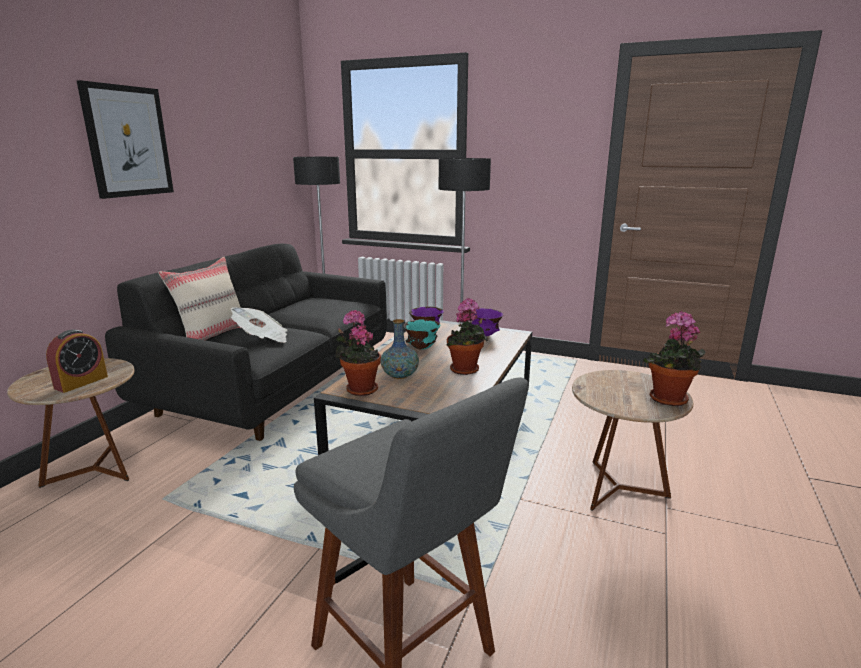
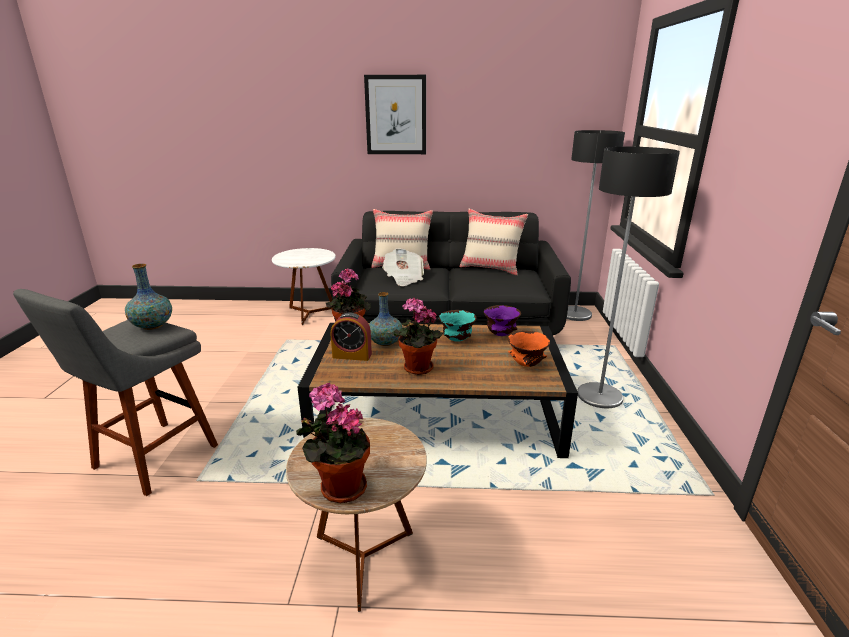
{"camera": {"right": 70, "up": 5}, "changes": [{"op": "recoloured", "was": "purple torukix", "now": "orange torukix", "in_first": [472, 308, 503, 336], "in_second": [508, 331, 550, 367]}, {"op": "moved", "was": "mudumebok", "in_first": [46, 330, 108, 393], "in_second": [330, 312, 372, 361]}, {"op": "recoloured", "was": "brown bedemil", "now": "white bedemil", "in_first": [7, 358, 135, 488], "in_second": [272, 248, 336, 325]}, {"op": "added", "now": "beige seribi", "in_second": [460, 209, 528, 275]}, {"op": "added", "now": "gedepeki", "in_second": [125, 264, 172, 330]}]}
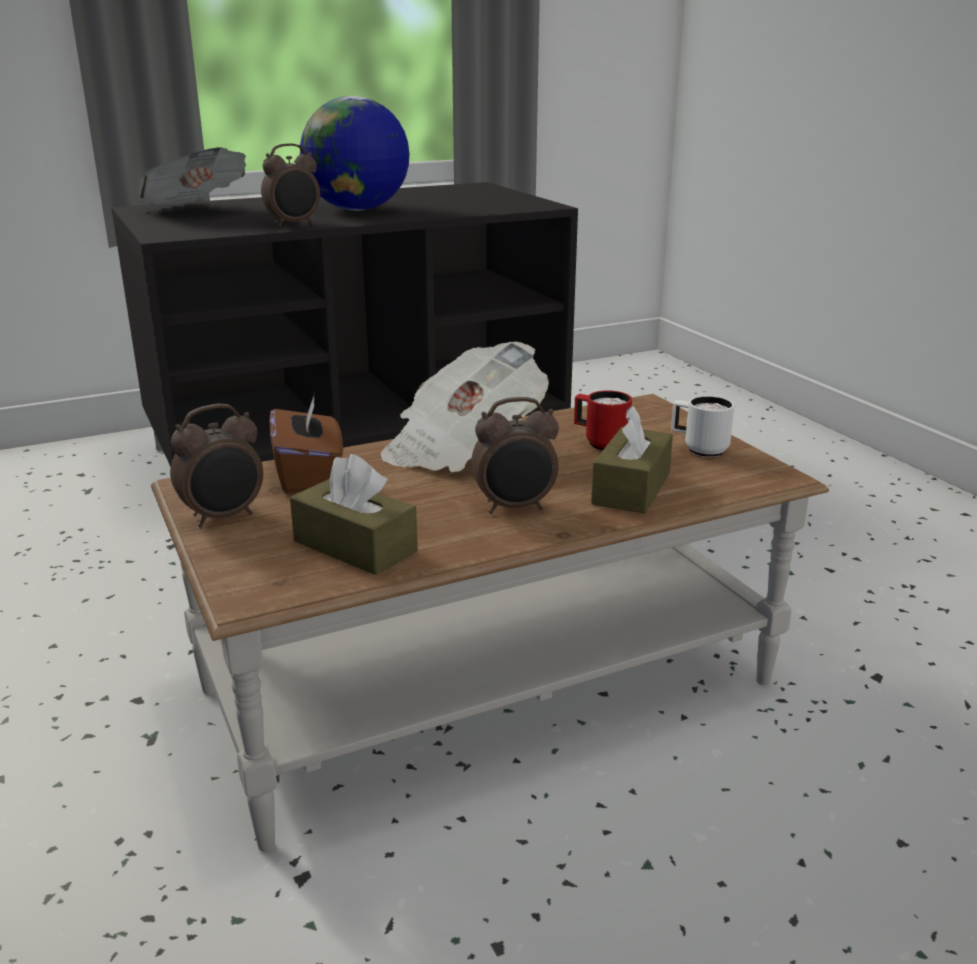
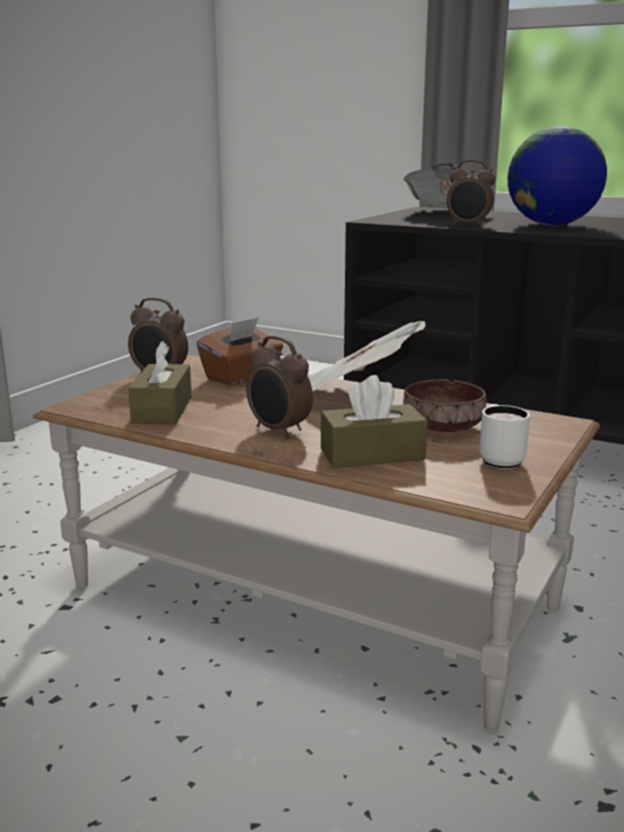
{"camera": {"right": 55, "up": -5}, "changes": [{"op": "replaced", "was": "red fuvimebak", "now": "brown torukix", "in_first": [574, 390, 632, 451], "in_second": [403, 379, 486, 432]}]}
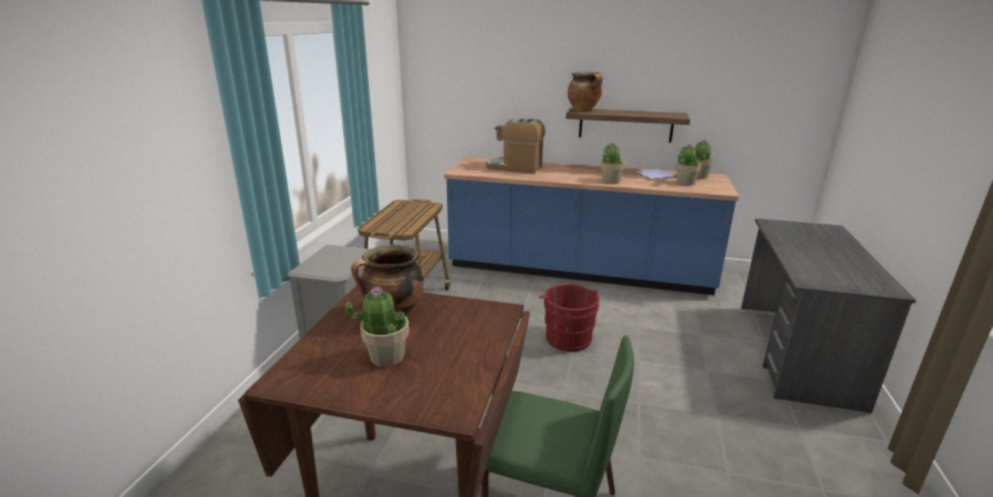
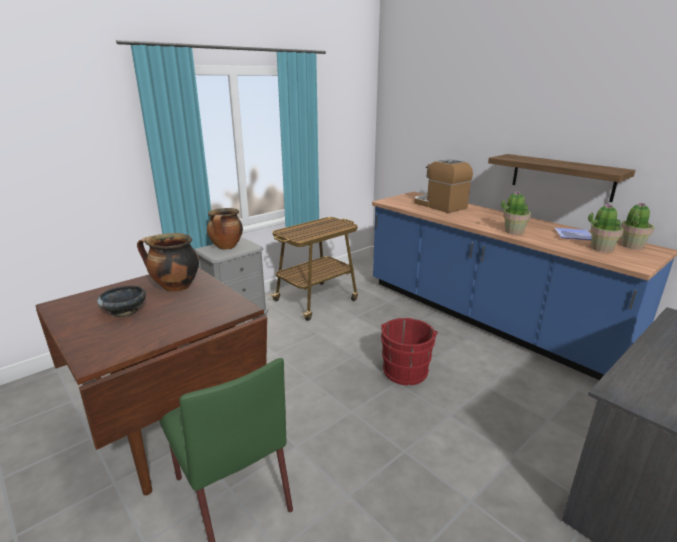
{"camera": {"right": 35, "up": 0}, "changes": [{"op": "moved", "was": "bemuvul", "in_first": [567, 72, 602, 112], "in_second": [207, 208, 243, 249]}, {"op": "replaced", "was": "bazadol", "now": "black torukix", "in_first": [345, 286, 409, 367], "in_second": [97, 286, 146, 317]}]}
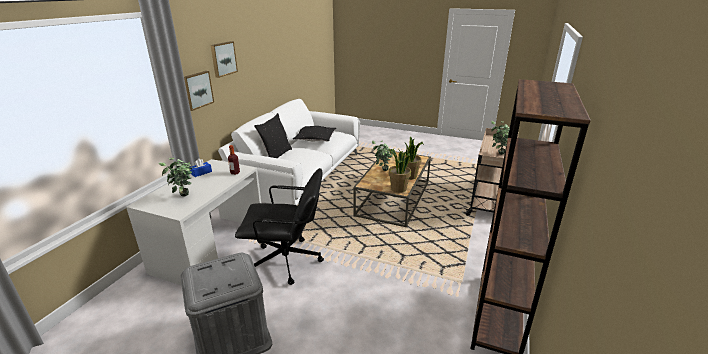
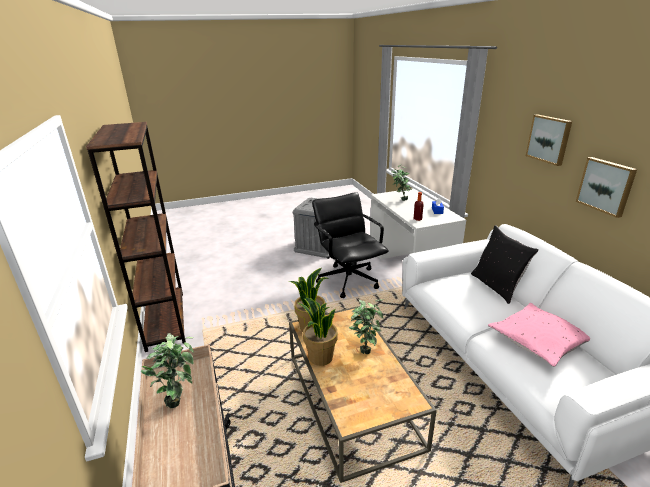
{"camera": {"right": 140, "up": 0}, "changes": [{"op": "moved", "was": "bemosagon", "in_first": [184, 71, 214, 111], "in_second": [576, 157, 637, 218]}, {"op": "recoloured", "was": "black seribi", "now": "pink seribi", "in_first": [293, 126, 336, 141], "in_second": [488, 303, 590, 367]}, {"op": "turned", "was": "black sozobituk", "in_first": [235, 168, 324, 285], "in_second": [312, 192, 389, 298], "clockwise": 105}]}
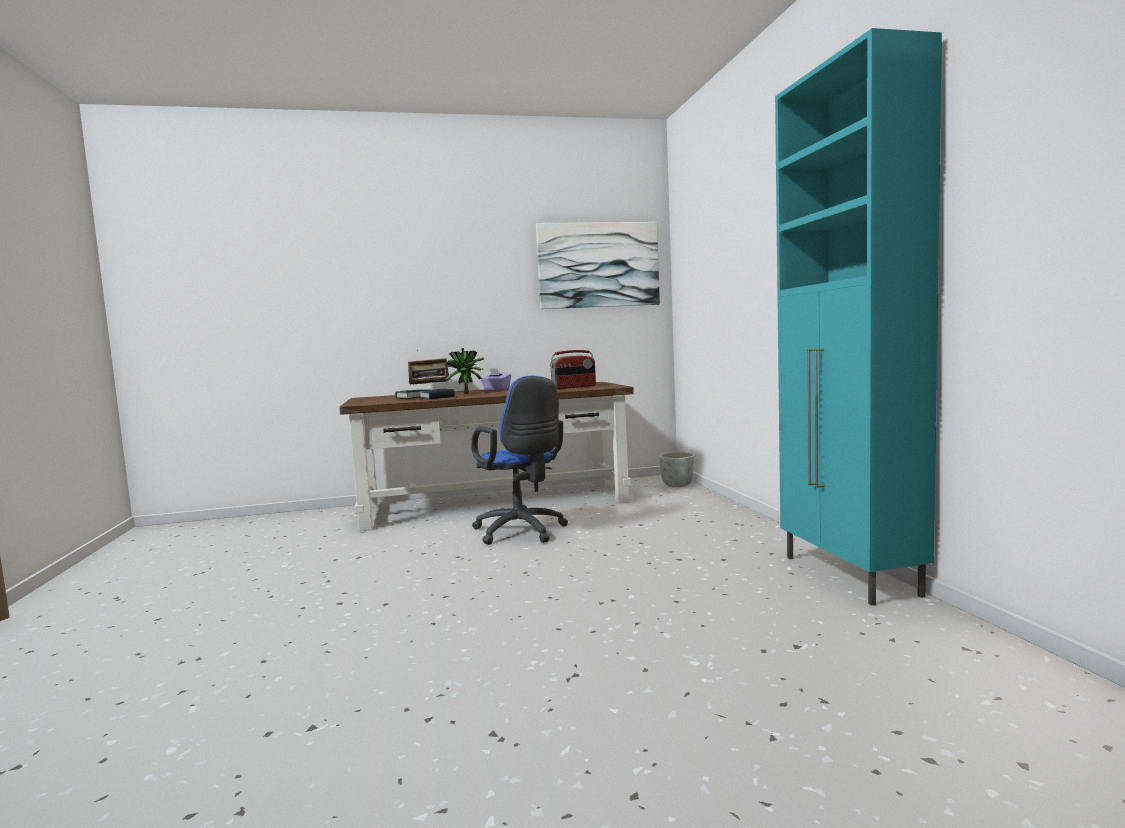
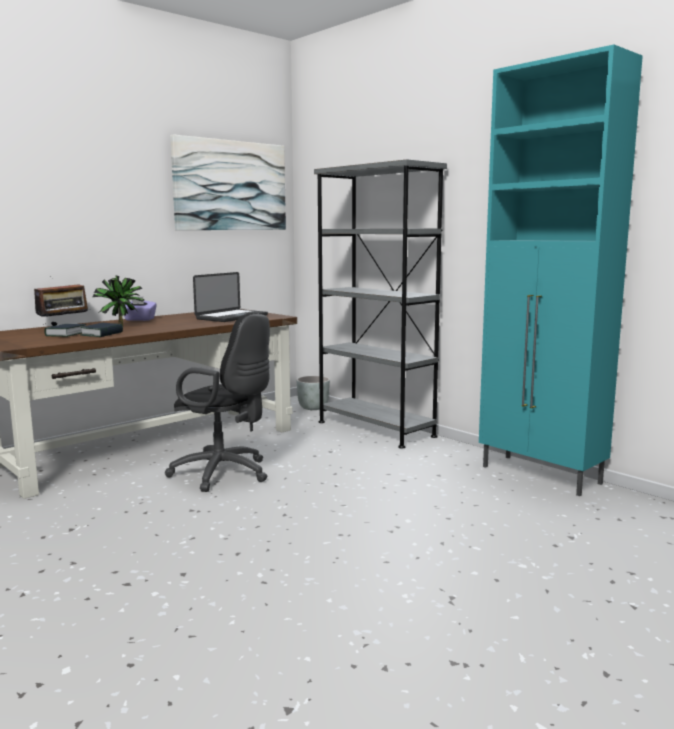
{"camera": {"right": -30, "up": 5}, "changes": [{"op": "replaced", "was": "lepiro", "now": "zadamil", "in_first": [550, 350, 596, 389], "in_second": [193, 272, 268, 322]}, {"op": "recoloured", "was": "blue sozobituk", "now": "black sozobituk", "in_first": [471, 376, 568, 544], "in_second": [165, 313, 270, 492]}, {"op": "added", "now": "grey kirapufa", "in_second": [314, 159, 447, 449]}]}
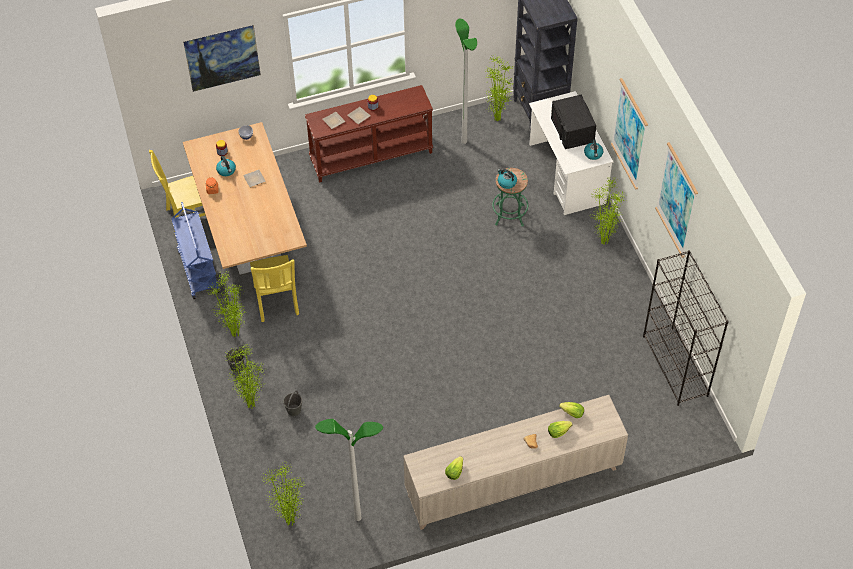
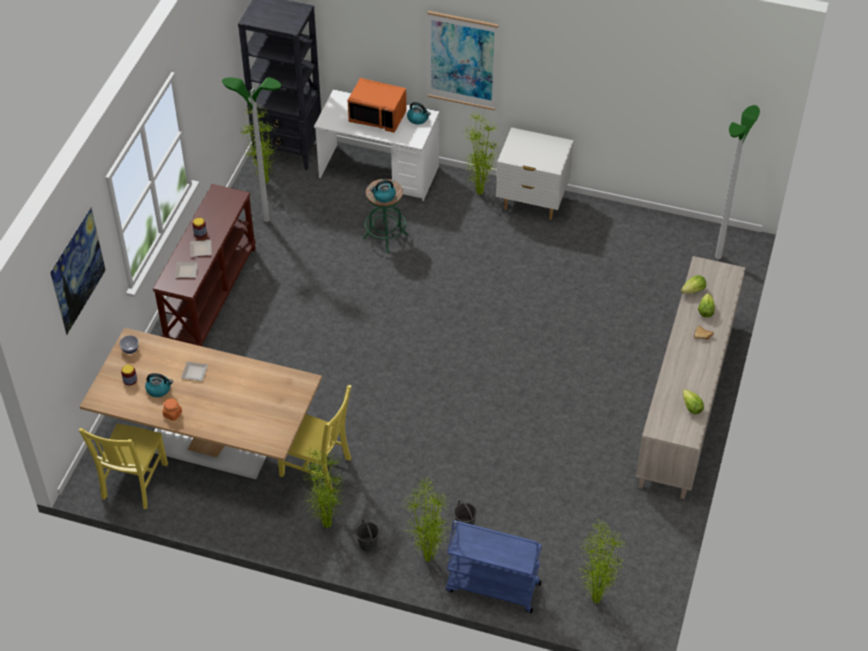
{"camera": {"right": -55, "up": -5}, "changes": [{"op": "recoloured", "was": "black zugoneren", "now": "orange zugoneren", "in_first": [551, 94, 596, 149], "in_second": [348, 78, 407, 133]}, {"op": "removed", "was": "bemosagon", "in_first": [655, 142, 698, 258]}, {"op": "moved", "was": "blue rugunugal", "in_first": [171, 202, 220, 299], "in_second": [446, 521, 542, 613]}, {"op": "removed", "was": "black kirapufa", "in_first": [643, 250, 729, 406]}, {"op": "moved", "was": "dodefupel", "in_first": [315, 419, 383, 521], "in_second": [715, 105, 760, 259]}, {"op": "added", "now": "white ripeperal", "in_second": [496, 127, 574, 220]}]}
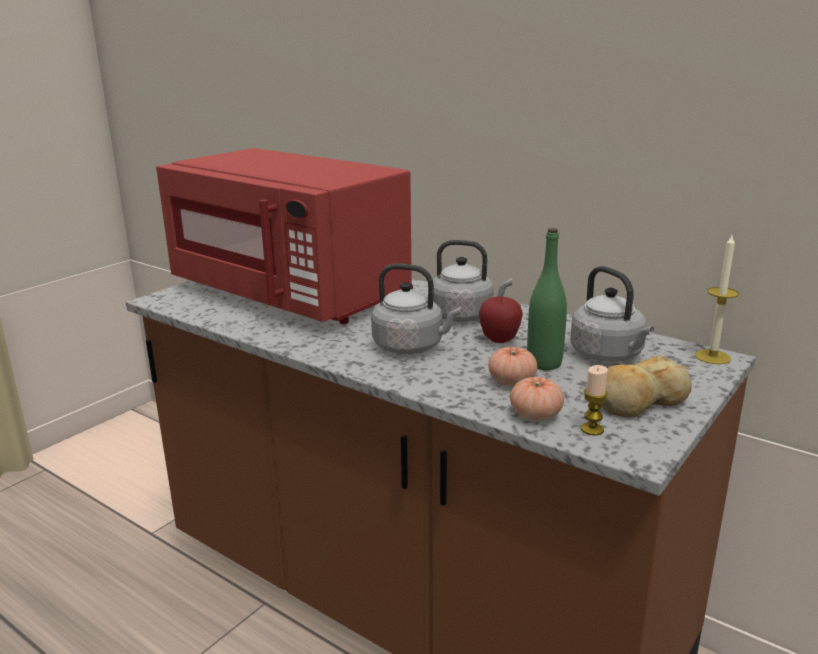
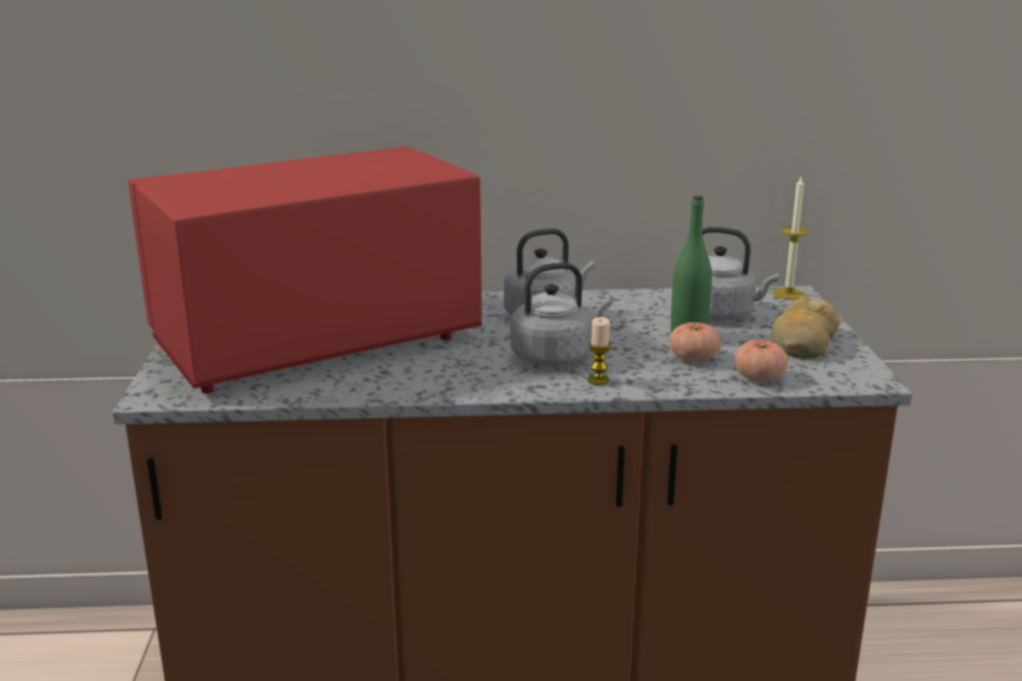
{"camera": {"right": -40, "up": 0}, "changes": [{"op": "turned", "was": "red zugoneren", "in_first": [156, 148, 413, 324], "in_second": [128, 146, 482, 394], "clockwise": 150}, {"op": "removed", "was": "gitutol", "in_first": [479, 296, 523, 343]}, {"op": "moved", "was": "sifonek", "in_first": [581, 365, 608, 436], "in_second": [588, 317, 611, 385]}]}
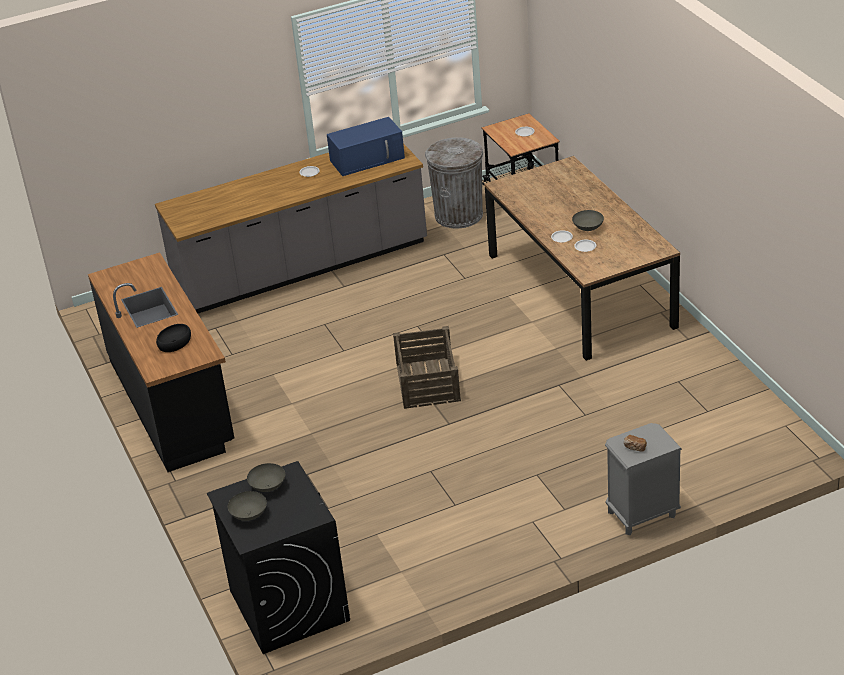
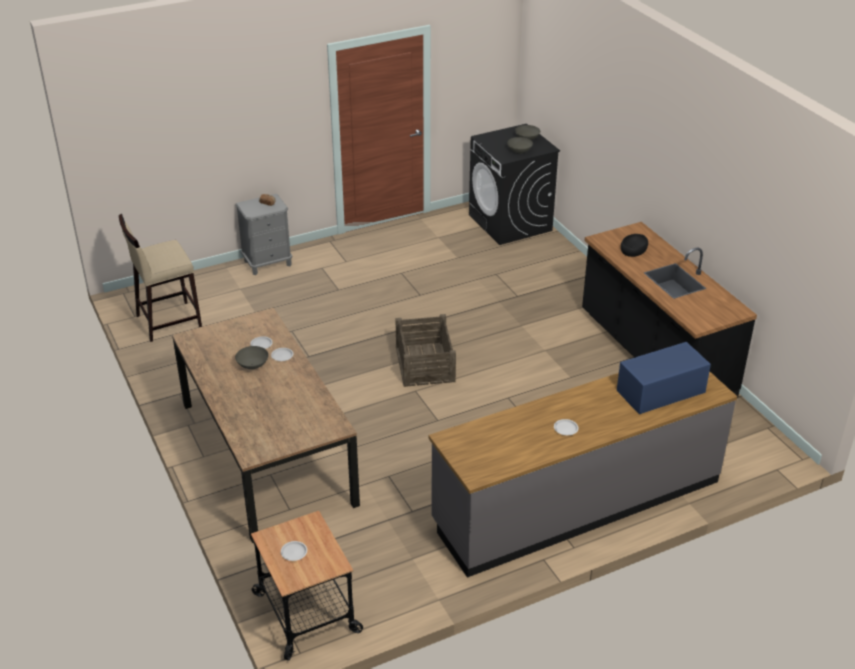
{"camera": {"right": 175, "up": 0}, "changes": [{"op": "moved", "was": "blue zugoneren", "in_first": [327, 117, 405, 176], "in_second": [617, 342, 711, 414]}, {"op": "removed", "was": "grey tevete", "in_first": [425, 137, 483, 229]}, {"op": "added", "now": "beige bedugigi", "in_second": [119, 214, 202, 342]}]}
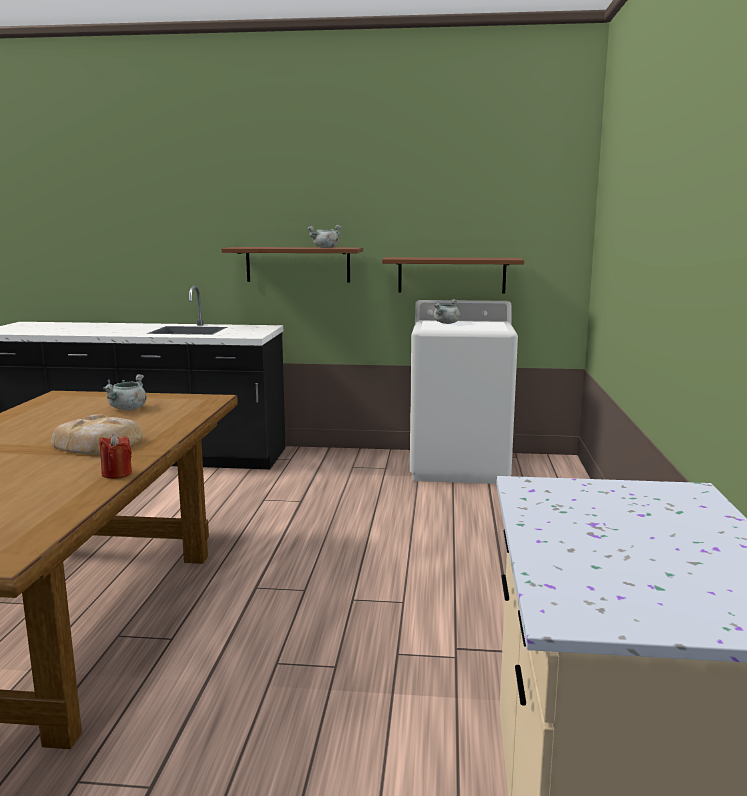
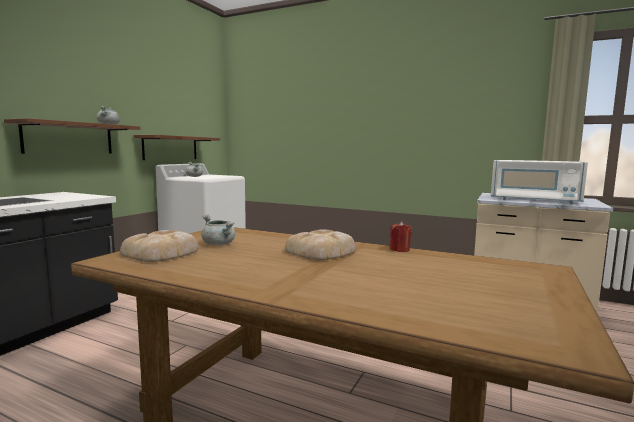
{"camera": {"right": -70, "up": -5}, "changes": [{"op": "added", "now": "white zugoneren", "in_second": [491, 160, 588, 204]}, {"op": "added", "now": "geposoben", "in_second": [120, 230, 199, 262]}]}
